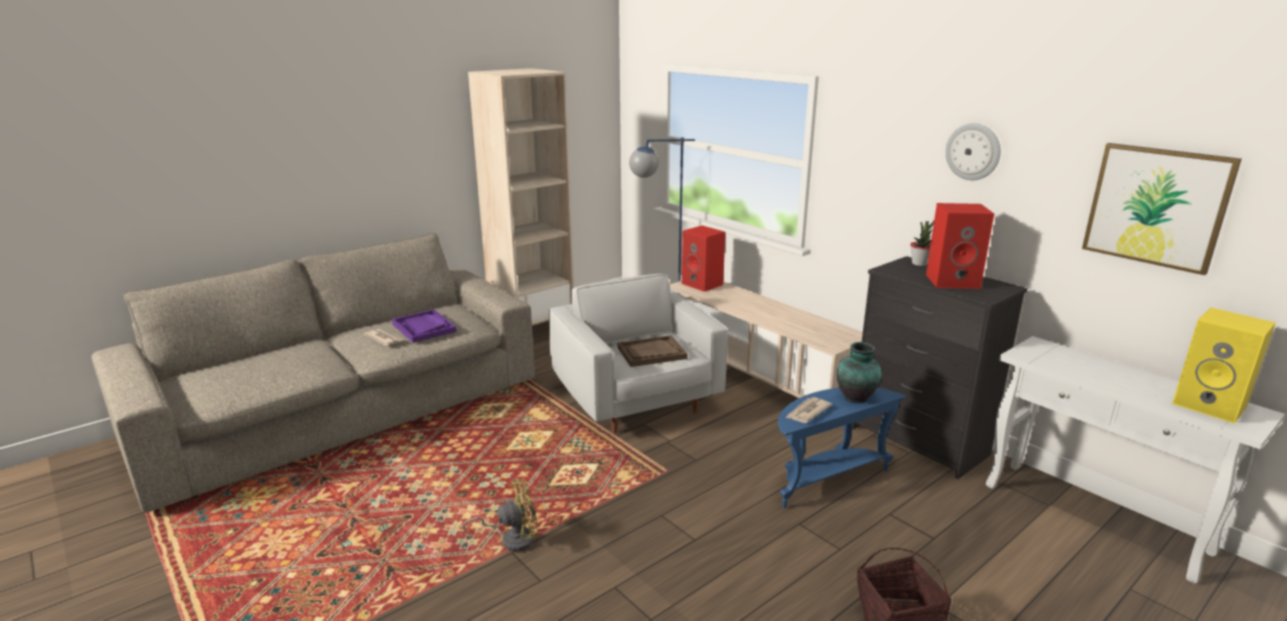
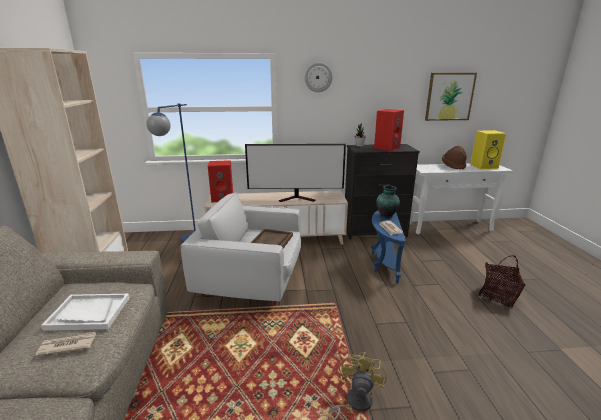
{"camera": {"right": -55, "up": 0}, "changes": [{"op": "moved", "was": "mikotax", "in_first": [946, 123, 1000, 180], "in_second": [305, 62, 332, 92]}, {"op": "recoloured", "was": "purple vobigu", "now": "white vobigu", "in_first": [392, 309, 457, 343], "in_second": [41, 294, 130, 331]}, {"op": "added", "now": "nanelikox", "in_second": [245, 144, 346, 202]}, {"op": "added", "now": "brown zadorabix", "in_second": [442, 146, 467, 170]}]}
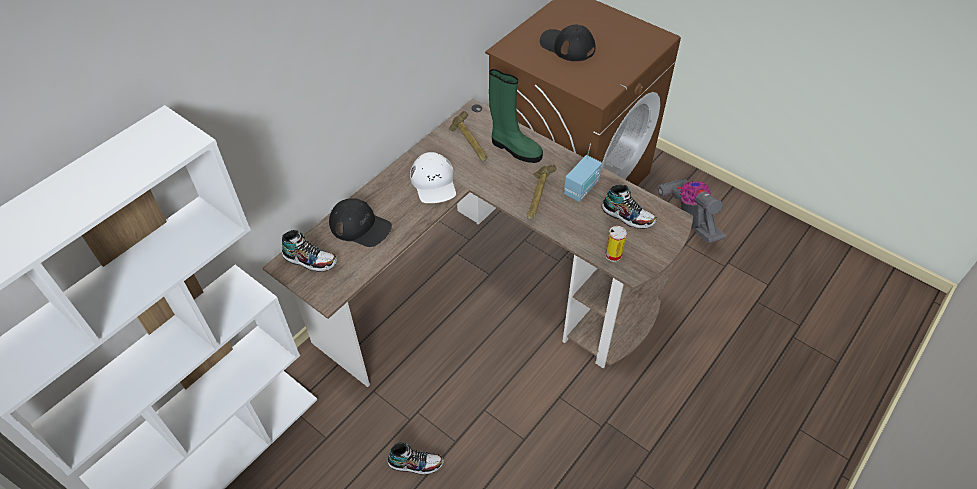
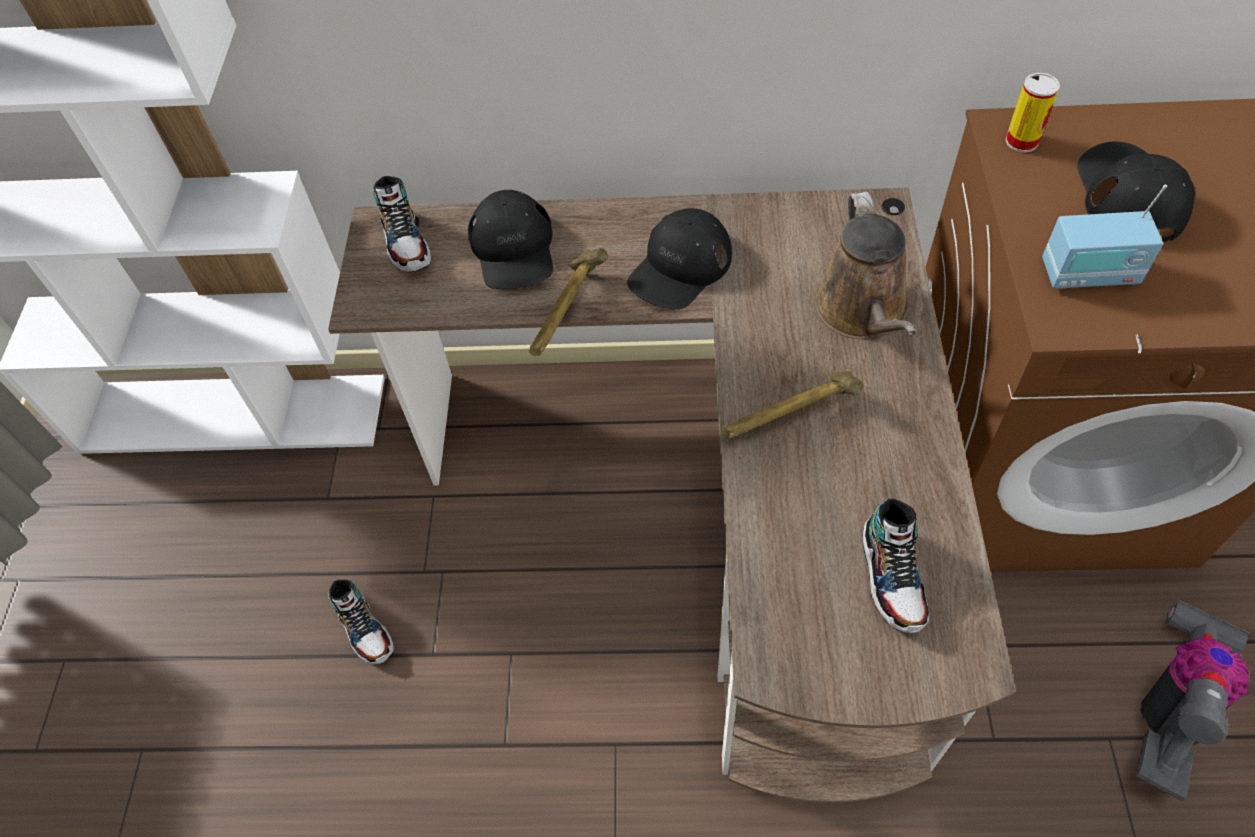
{"camera": {"right": 55, "up": 5}, "changes": [{"op": "replaced", "was": "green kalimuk", "now": "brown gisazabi", "in_first": [489, 69, 543, 163], "in_second": [814, 192, 916, 339]}, {"op": "moved", "was": "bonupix", "in_first": [449, 111, 487, 161], "in_second": [528, 248, 608, 356]}, {"op": "moved", "was": "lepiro", "in_first": [564, 143, 602, 202], "in_second": [1042, 185, 1167, 289]}, {"op": "recoloured", "was": "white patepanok", "now": "black patepanok", "in_first": [410, 152, 456, 203], "in_second": [627, 208, 732, 310]}, {"op": "moved", "was": "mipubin", "in_first": [605, 226, 627, 262], "in_second": [1005, 73, 1060, 152]}]}
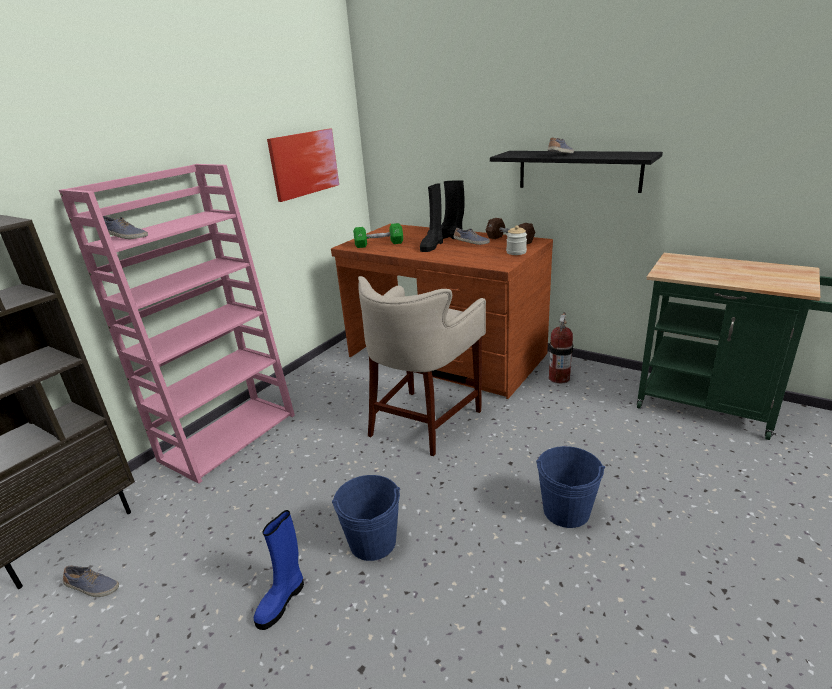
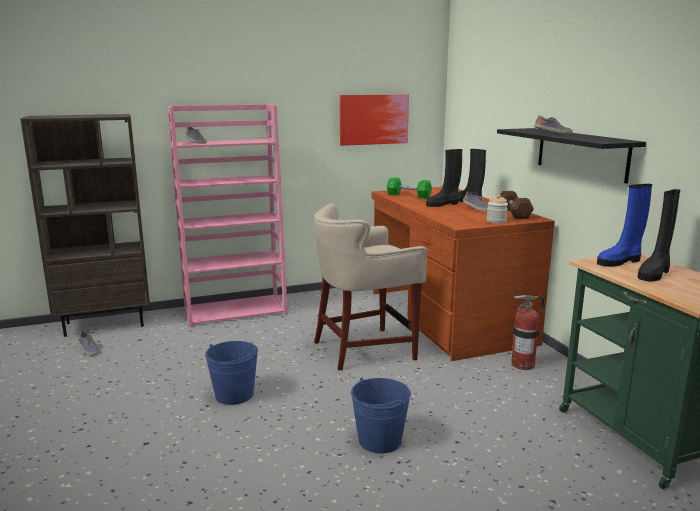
{"camera": {"right": 35, "up": -10}, "changes": [{"op": "moved", "was": "blue kalimuk", "in_first": [254, 510, 304, 630], "in_second": [597, 184, 652, 267]}, {"op": "added", "now": "black kalimuk", "in_second": [638, 189, 680, 282]}]}
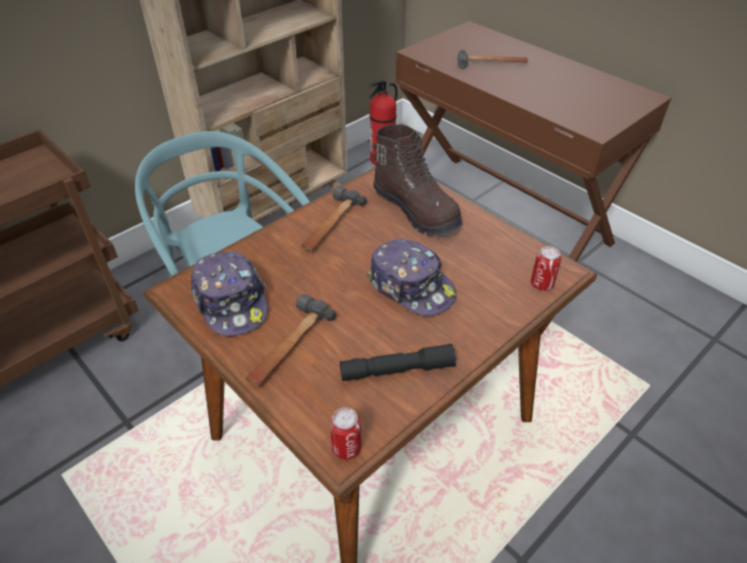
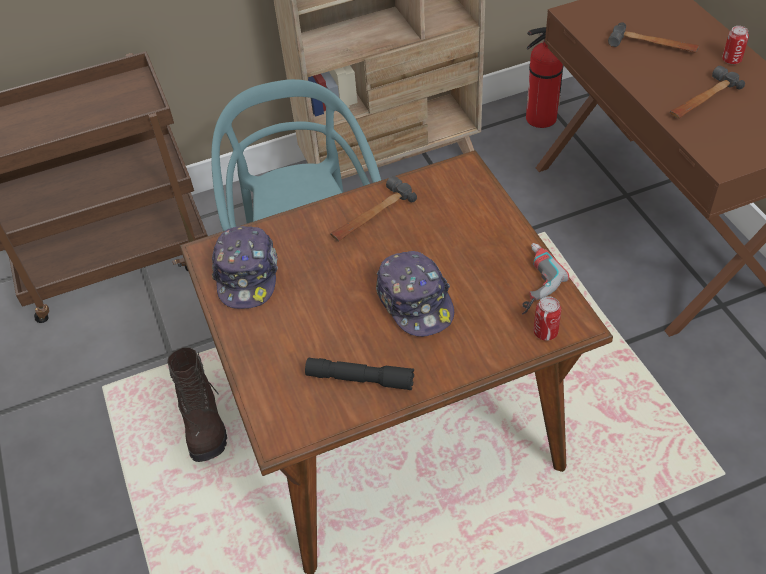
{"camera": {"right": 25, "up": 5}, "changes": [{"op": "moved", "was": "brown kalimuk", "in_first": [373, 124, 462, 236], "in_second": [167, 347, 227, 462]}, {"op": "moved", "was": "bonupix", "in_first": [246, 294, 336, 386], "in_second": [670, 65, 745, 118]}, {"op": "moved", "was": "mipubin", "in_first": [330, 407, 361, 460], "in_second": [722, 26, 749, 64]}, {"op": "added", "now": "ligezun", "in_second": [522, 243, 569, 315]}]}
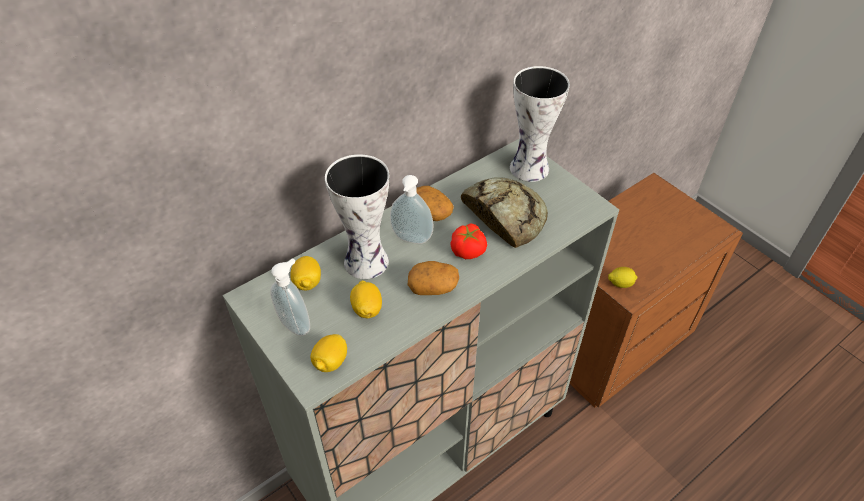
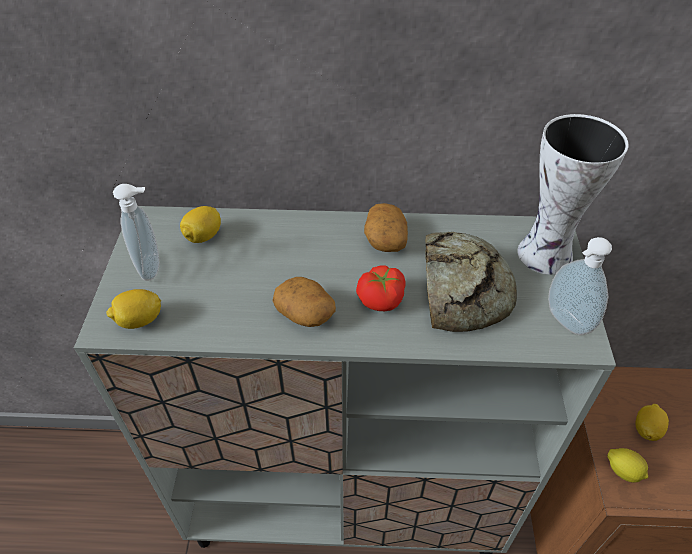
{"camera": {"right": 40, "up": 0}, "changes": [{"op": "removed", "was": "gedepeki", "in_first": [325, 154, 389, 279]}, {"op": "moved", "was": "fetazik", "in_first": [390, 175, 433, 244], "in_second": [548, 237, 612, 335]}, {"op": "moved", "was": "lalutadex", "in_first": [350, 280, 382, 318], "in_second": [635, 404, 669, 441]}]}
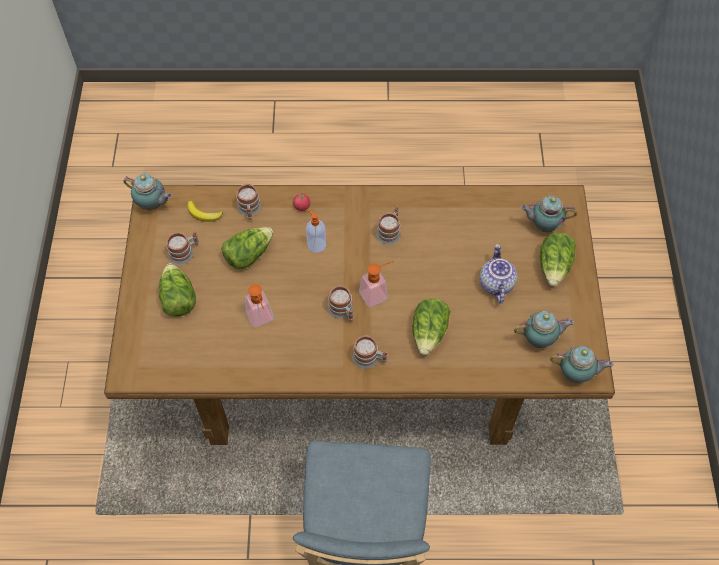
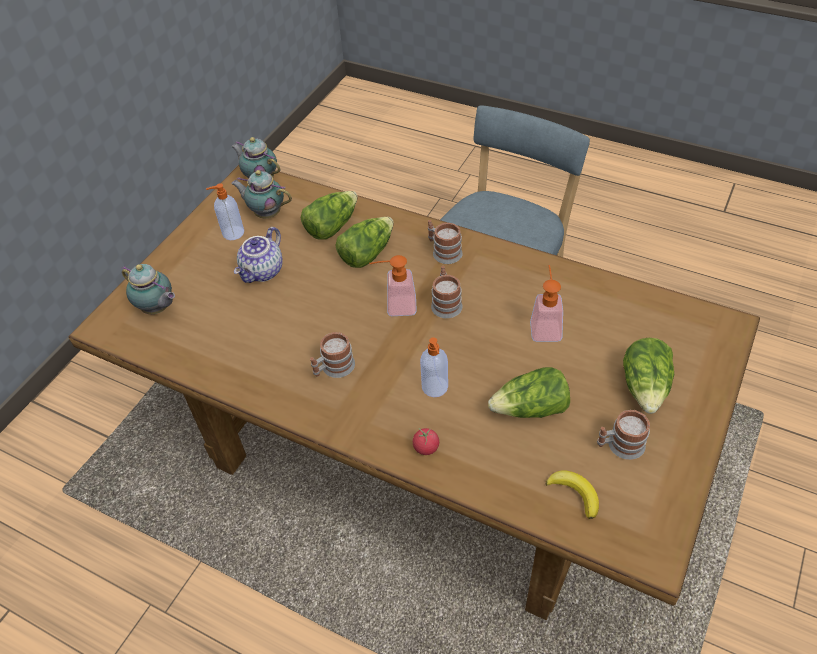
{"camera": {"right": -150, "up": -10}, "changes": [{"op": "removed", "was": "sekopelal", "in_first": [123, 174, 172, 210]}, {"op": "removed", "was": "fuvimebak", "in_first": [236, 184, 261, 220]}, {"op": "moved", "was": "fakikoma", "in_first": [540, 233, 576, 286], "in_second": [301, 191, 358, 240]}, {"op": "added", "now": "fetazik", "in_second": [206, 183, 244, 240]}]}
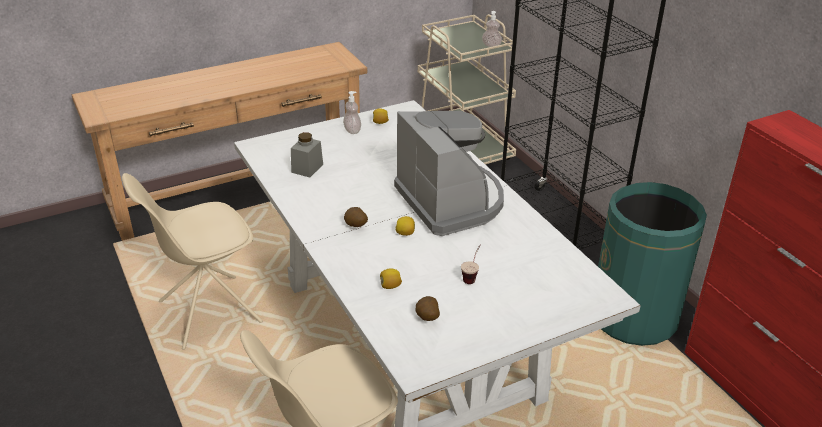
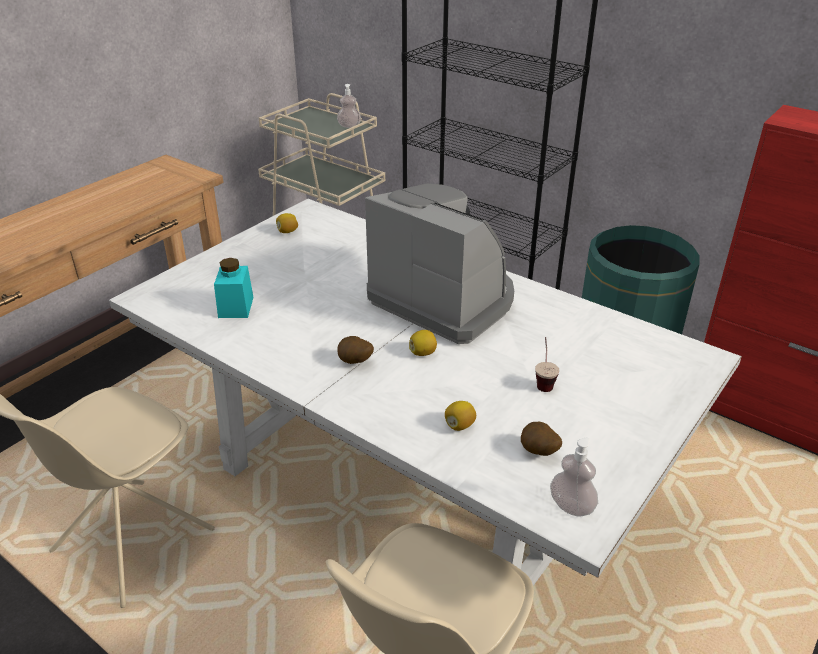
{"camera": {"right": -25, "up": 0}, "changes": [{"op": "moved", "was": "fetazik", "in_first": [343, 91, 361, 134], "in_second": [550, 438, 598, 517]}, {"op": "recoloured", "was": "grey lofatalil", "now": "turquoise lofatalil", "in_first": [291, 132, 323, 178], "in_second": [214, 258, 254, 318]}]}
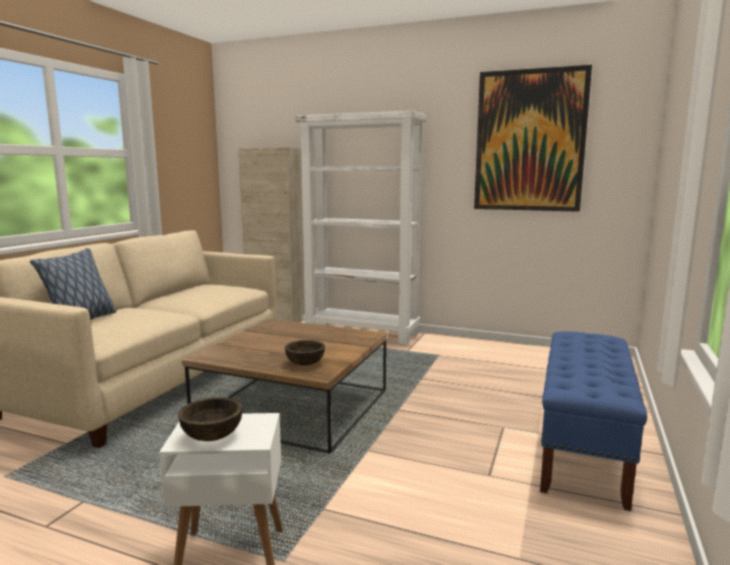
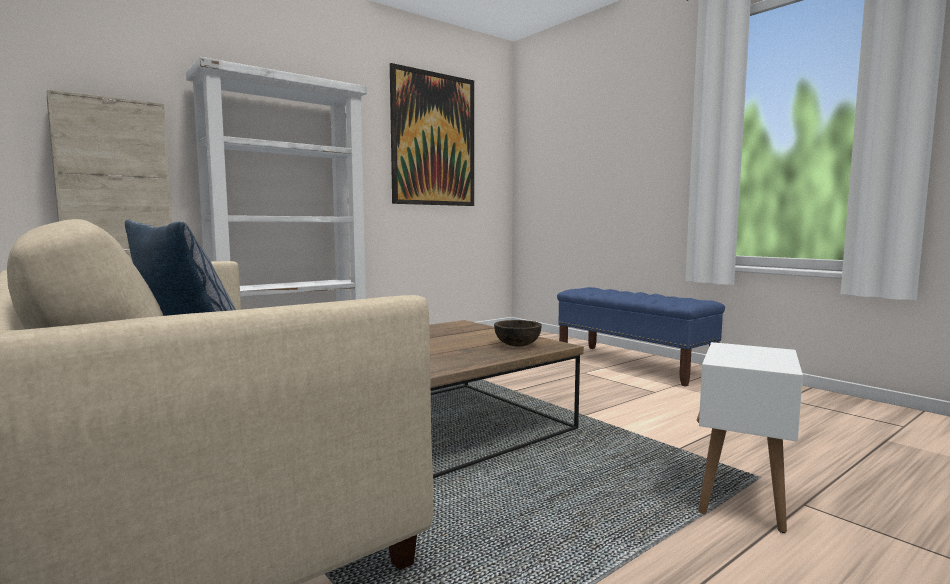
{"camera": {"right": -60, "up": -5}, "changes": [{"op": "removed", "was": "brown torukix", "in_first": [178, 397, 243, 441]}]}
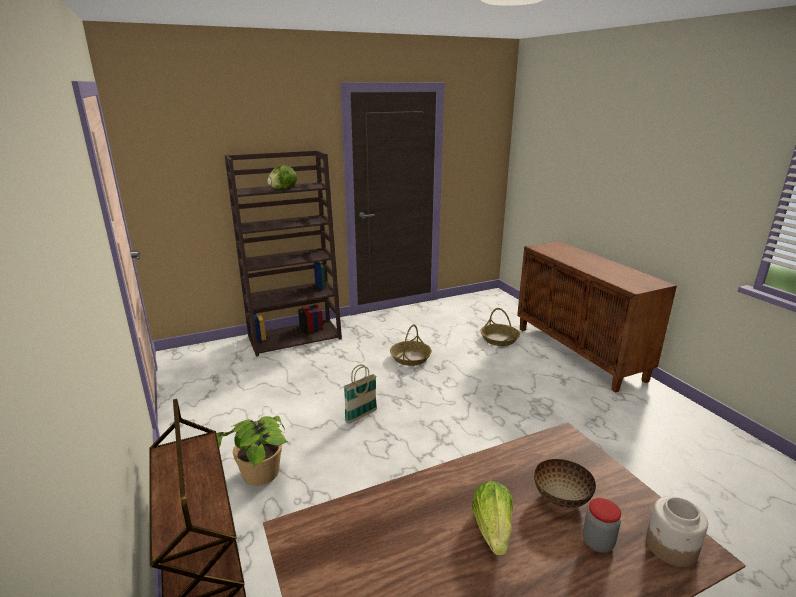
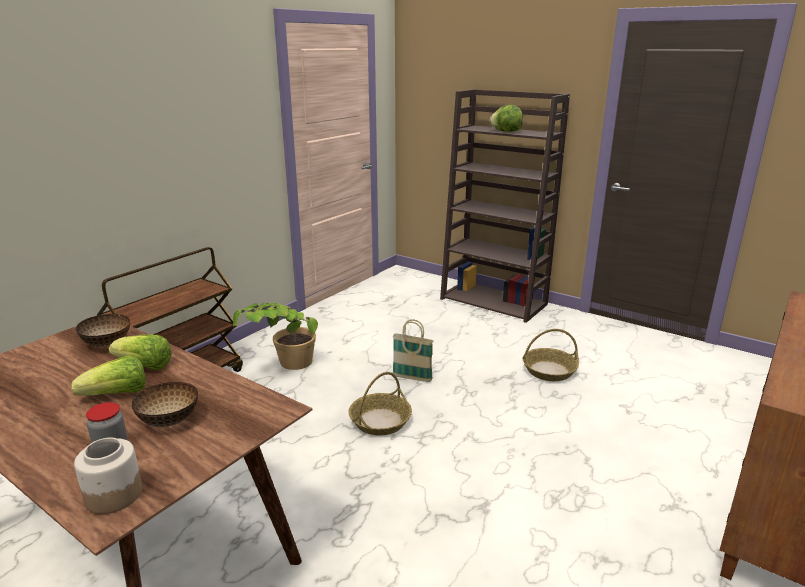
{"camera": {"right": 60, "up": 0}, "changes": [{"op": "moved", "was": "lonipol", "in_first": [480, 308, 520, 346], "in_second": [348, 372, 412, 436]}, {"op": "added", "now": "torukix", "in_second": [76, 314, 130, 347]}, {"op": "added", "now": "fakikoma", "in_second": [109, 335, 172, 370]}]}
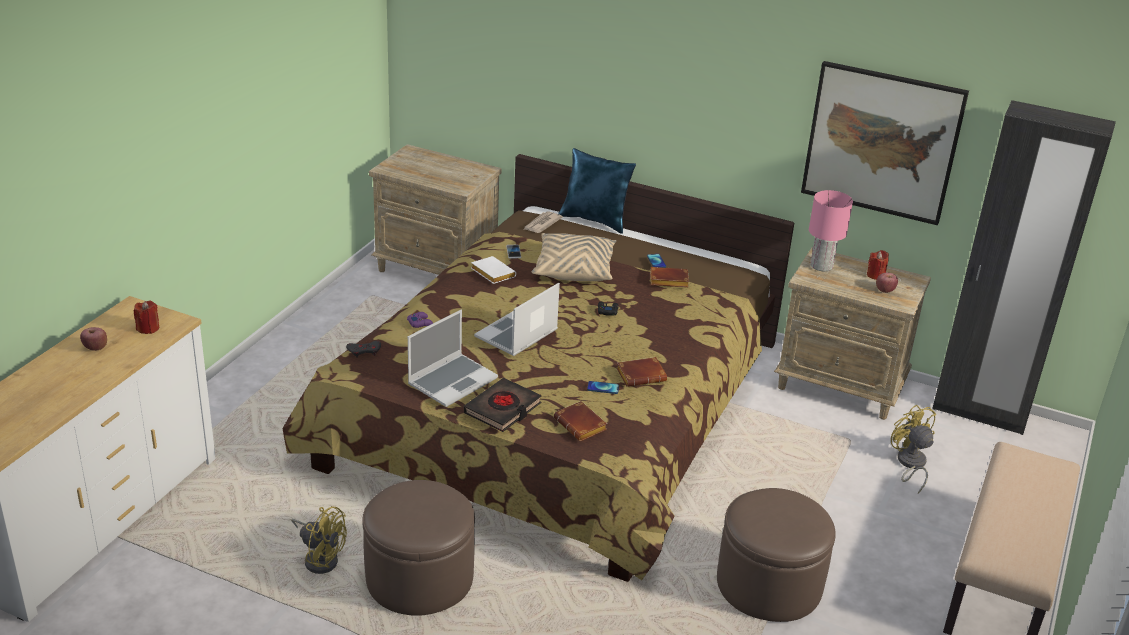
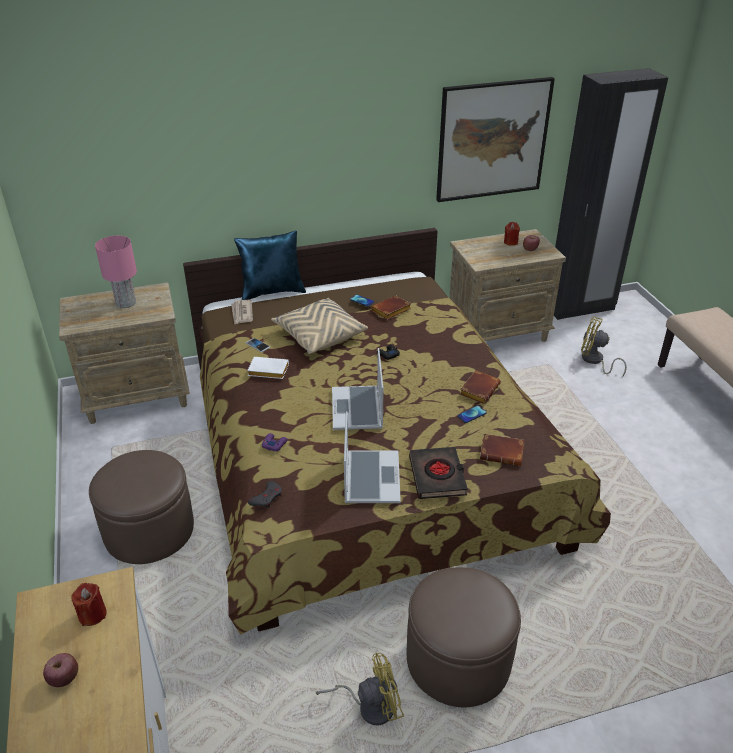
{"camera": {"right": -40, "up": 5}, "changes": [{"op": "moved", "was": "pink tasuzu", "in_first": [809, 190, 853, 271], "in_second": [95, 236, 137, 308]}, {"op": "moved", "was": "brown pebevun", "in_first": [717, 488, 836, 622], "in_second": [89, 450, 194, 564]}]}
